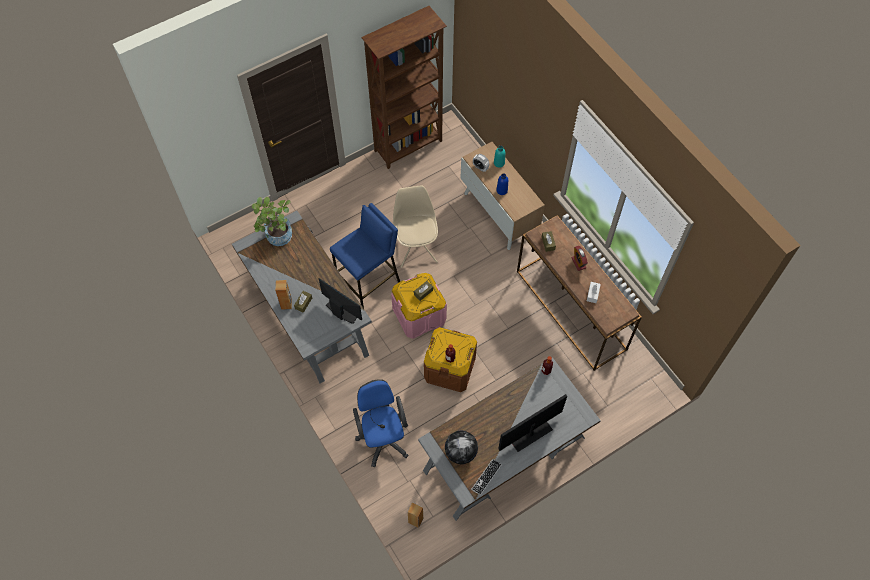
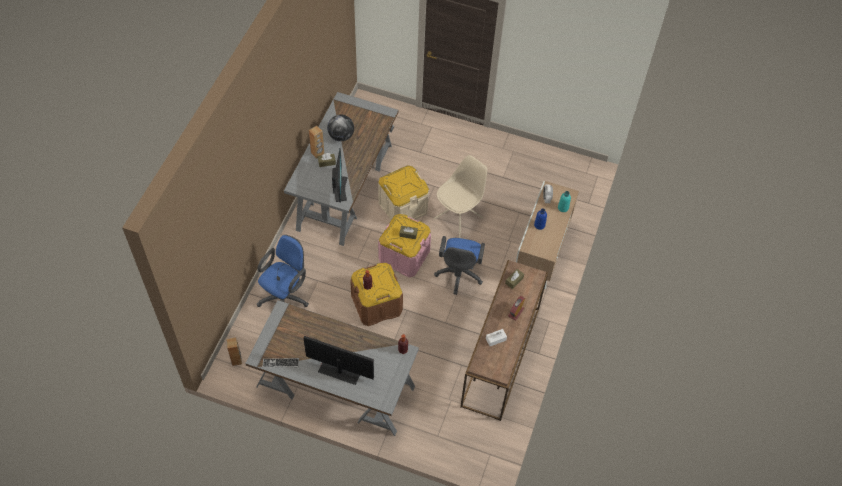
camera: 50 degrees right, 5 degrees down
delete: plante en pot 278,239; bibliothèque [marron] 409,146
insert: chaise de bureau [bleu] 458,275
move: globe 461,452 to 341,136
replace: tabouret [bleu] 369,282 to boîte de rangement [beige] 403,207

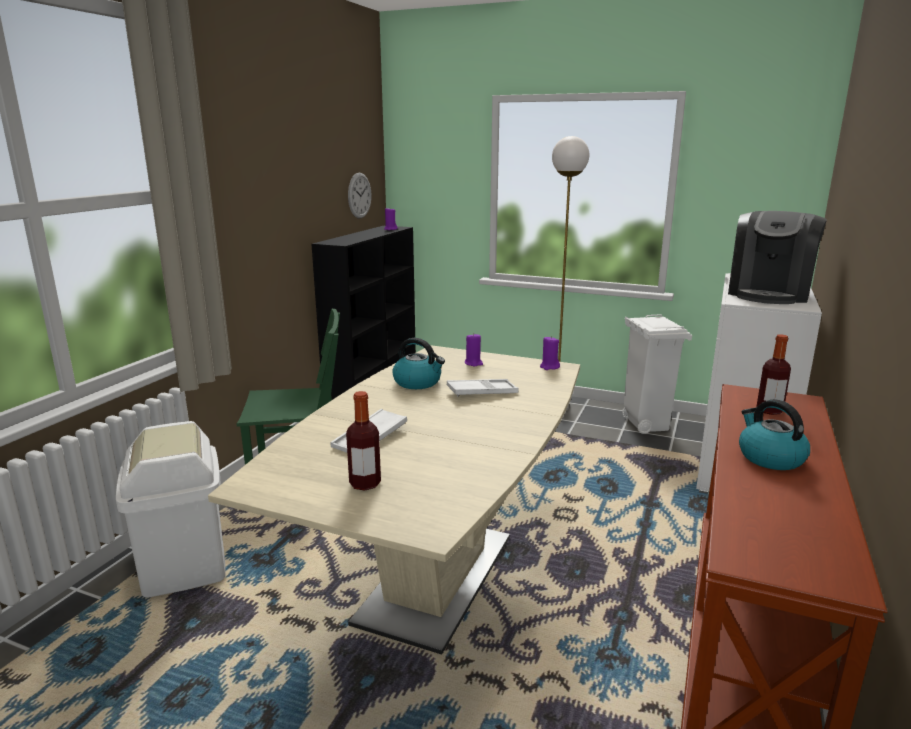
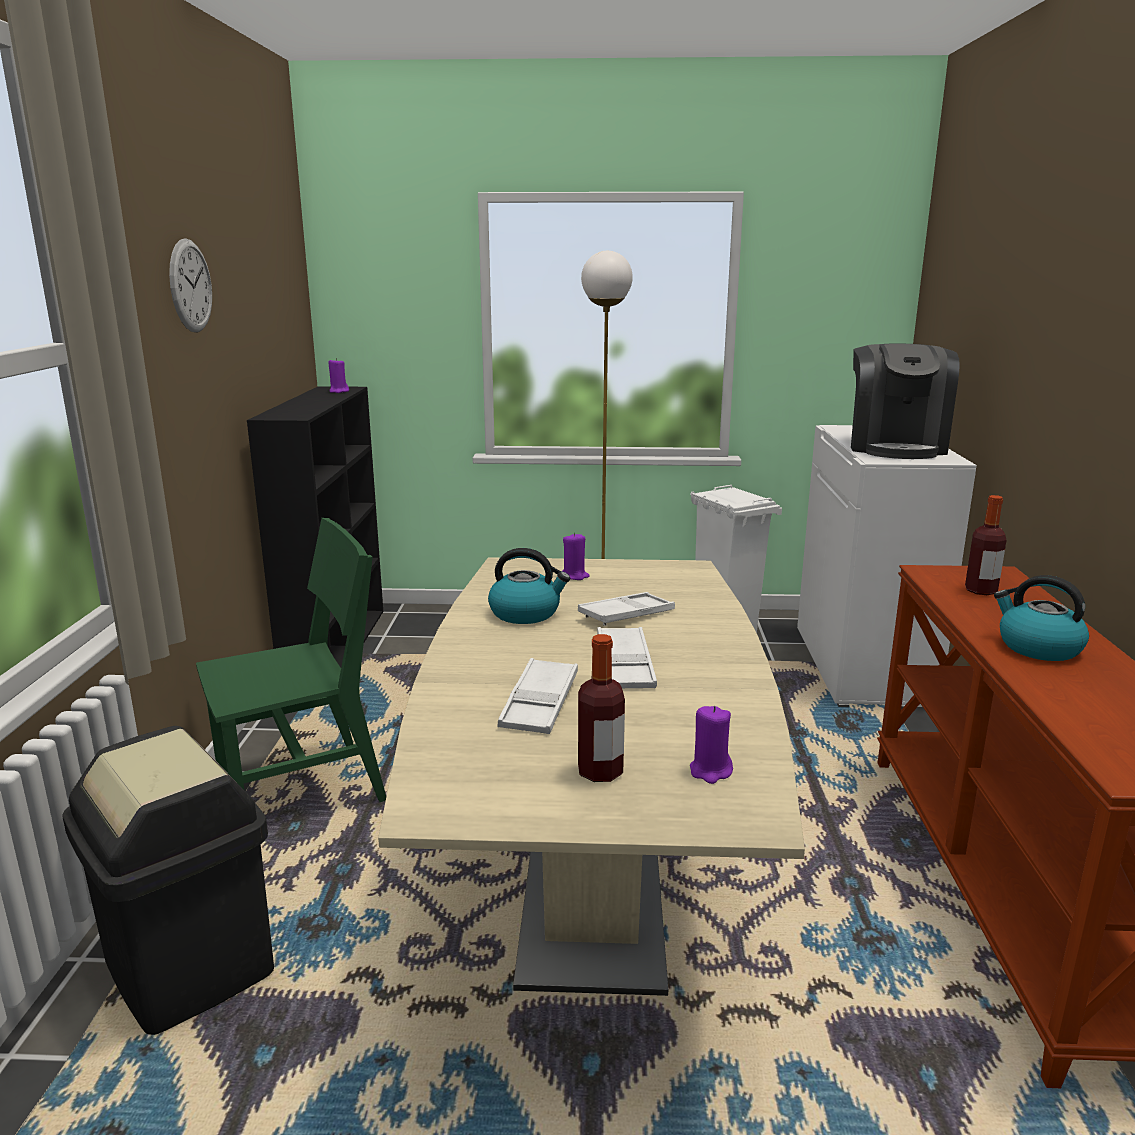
camera: 20 degrees left, 0 degrees up
insert: plateau [blanc] 625,665
move: horloge murale 359,195 to 190,286; bougie [violet] 549,367 to 710,771
recolor: poubelle [blanc] 185,566 to poubelle [noir] 191,966

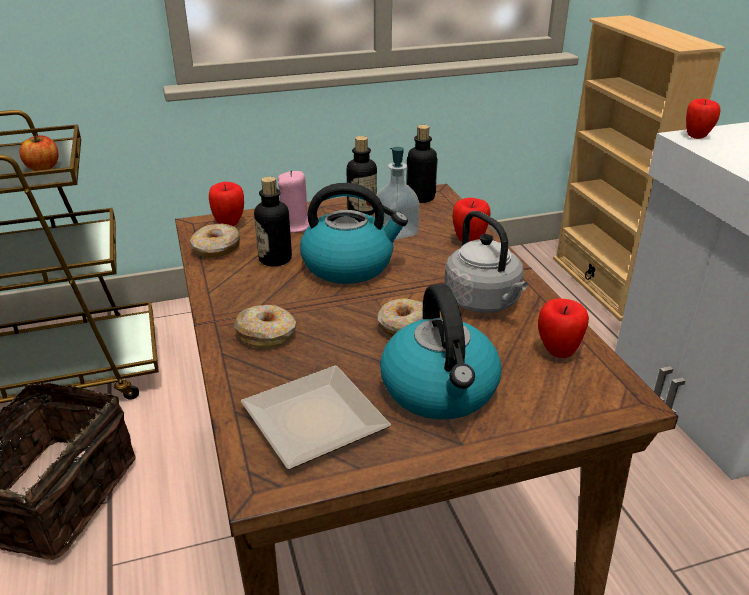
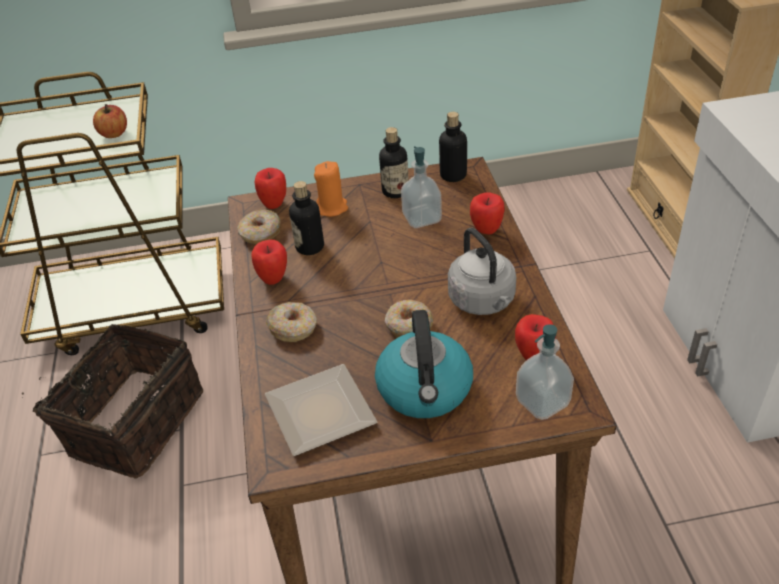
camera: 10 degrees right, 10 degrees up
delete: bouilloire 349,265
insert: distributeur de savon 542,402
move: pomme 697,136 to 274,279
recolor: bougie [rose] 295,226 to bougie [orange] 332,208

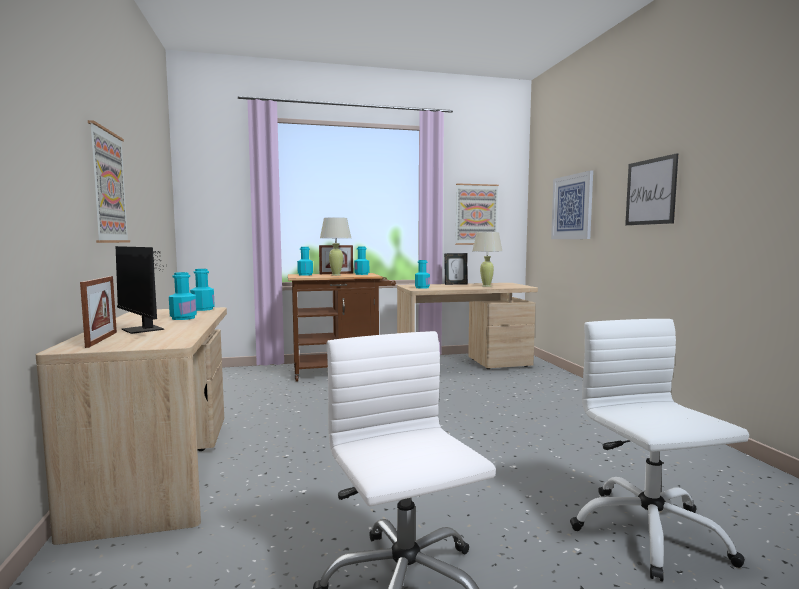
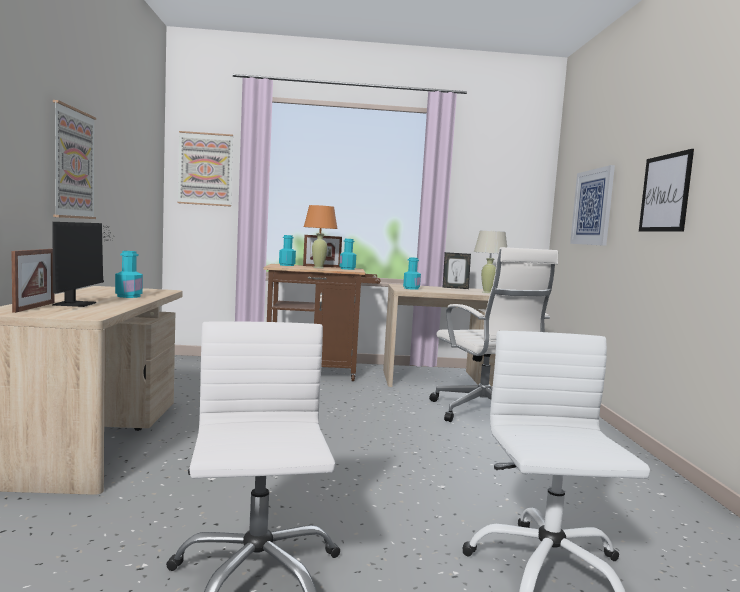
camera: 10 degrees right, 0 degrees up
delete: bouteille [turquoise] 203,309
insert: chaise de bureau [blanc] 484,413
move: tableau 476,214 to 205,169
recolor: lampe de table [beige] 336,275 to lampe de table [orange] 318,267
rotate: écran d'ordinateur 143,330 = 79,303 150 degrees counterclockwise

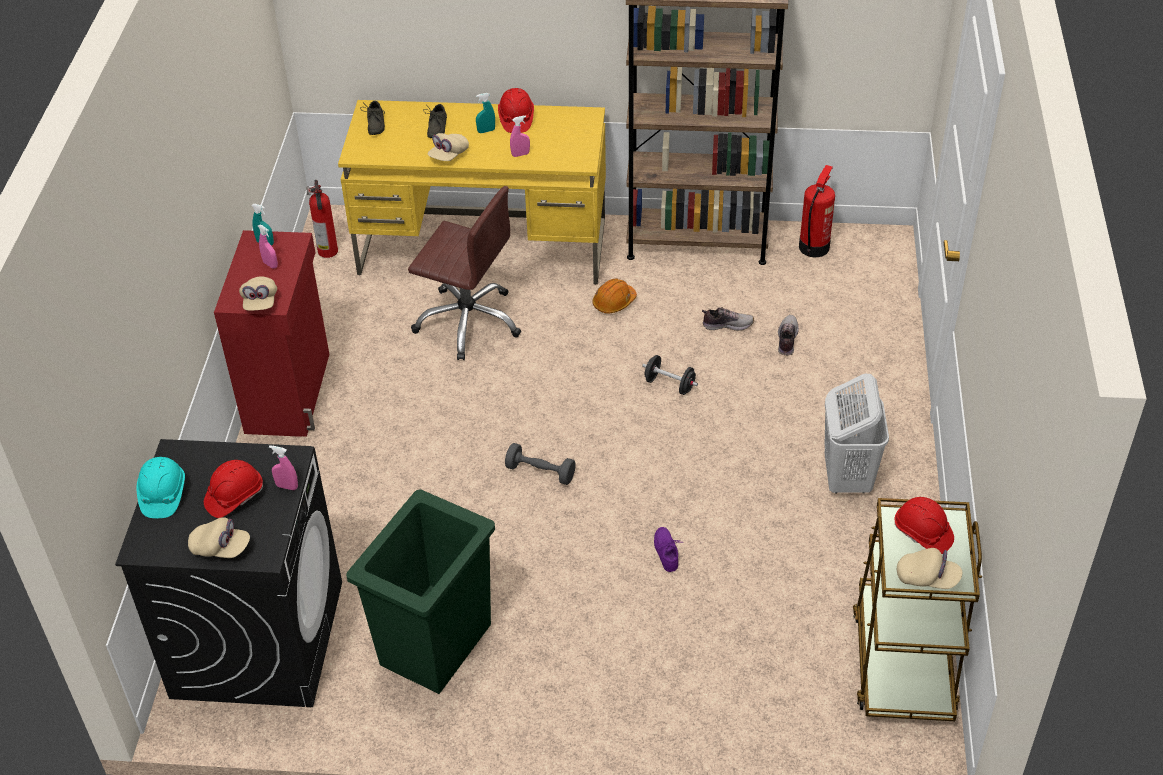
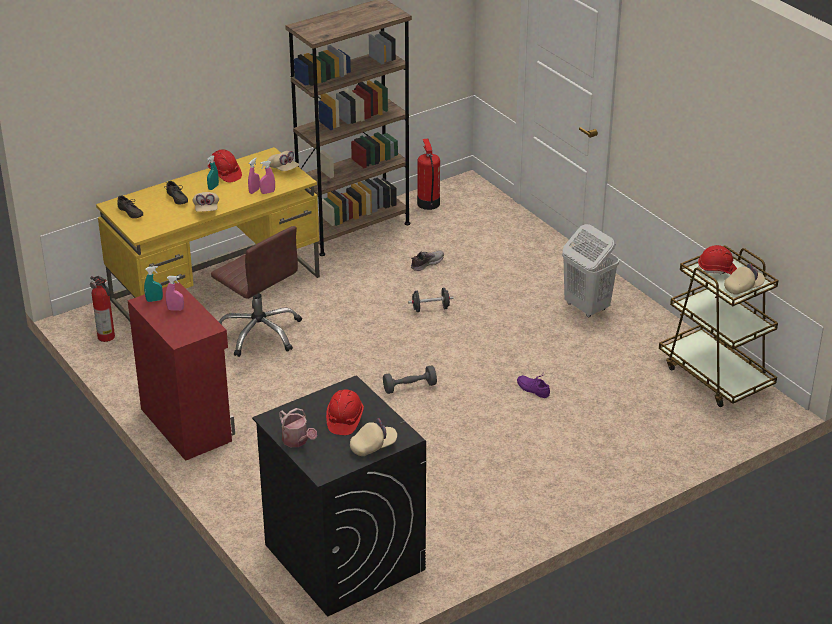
camera: 40 degrees left, 10 degrees down
delete: poubelle [vert] 434,645; casque de chantier [orange] 614,302; chaussure 786,340
move: casquette [beige] 260,302 to 283,169; vaporisateur [rose] 287,486 to 267,192
replace: casque de chantier [turquoise] 163,495 to arrosoir 297,441
rotate: chaise de bureau [marron] 468,321 = 260,332 60 degrees clockwise

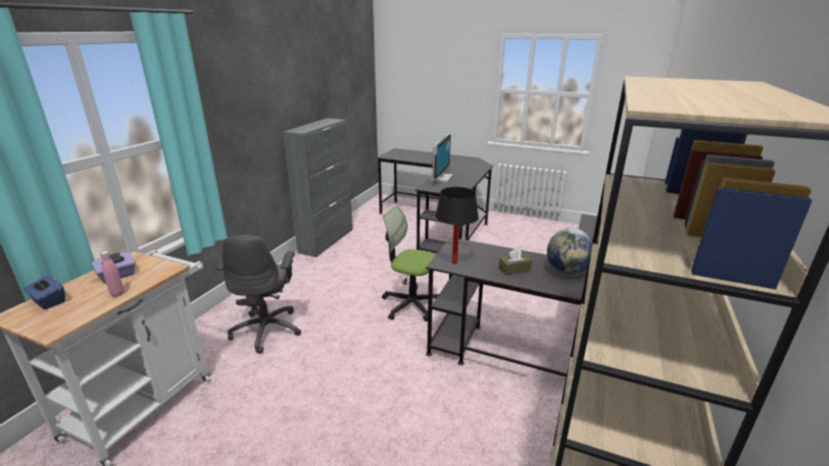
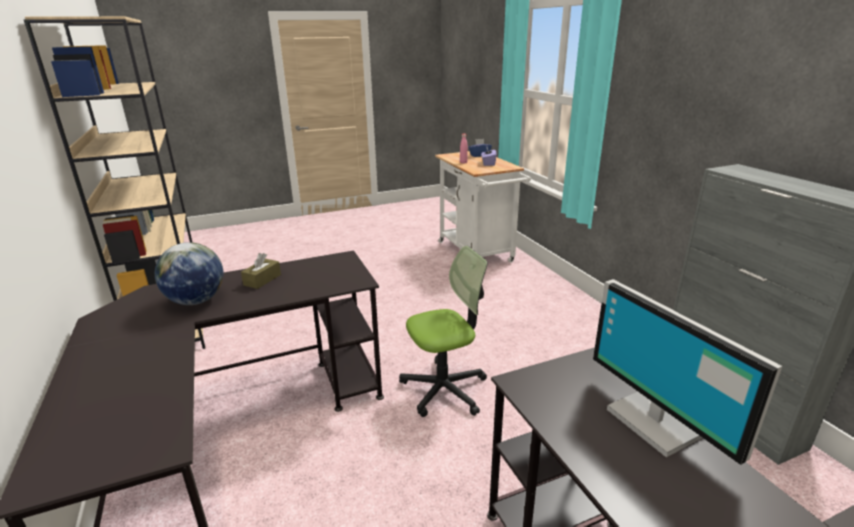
camera: 135 degrees right, 0 degrees up
delete: chaise de bureau [gris] 267,330; lampe de table [noir] 454,263

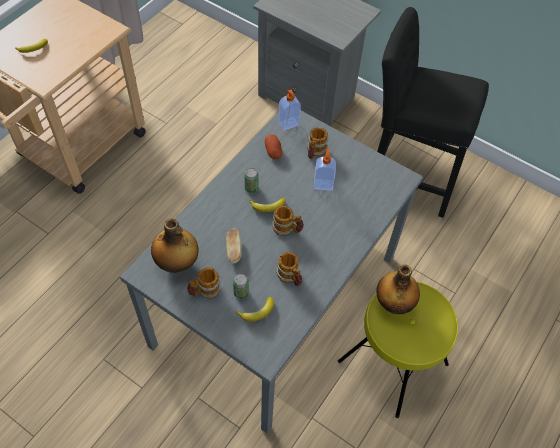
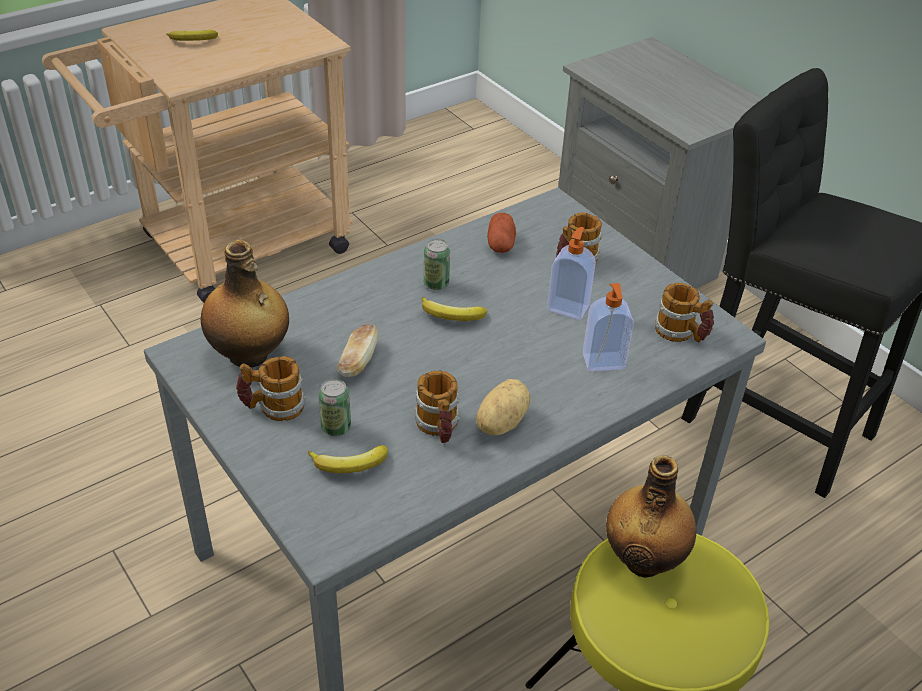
camera: 20 degrees right, 15 degrees down
insert: pomme de terre 500,422
move: mug 287,229 to 681,333; distributeur de savon 289,124 to 603,363

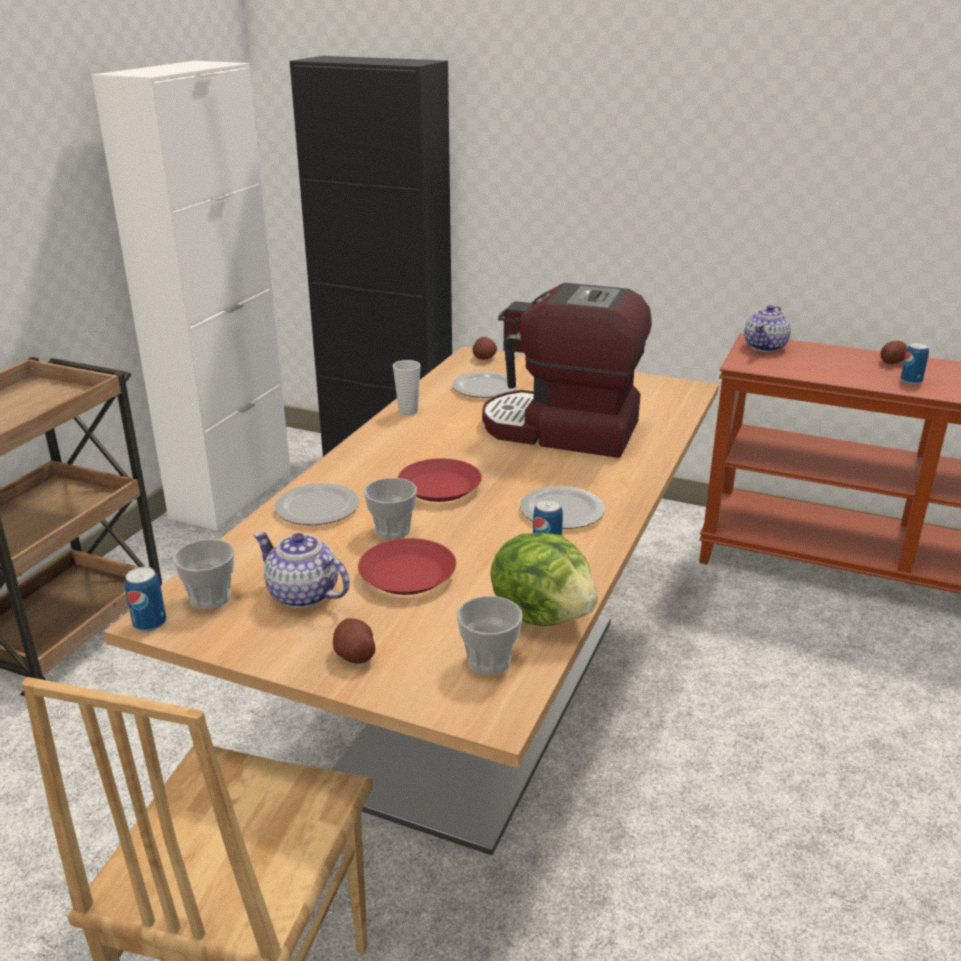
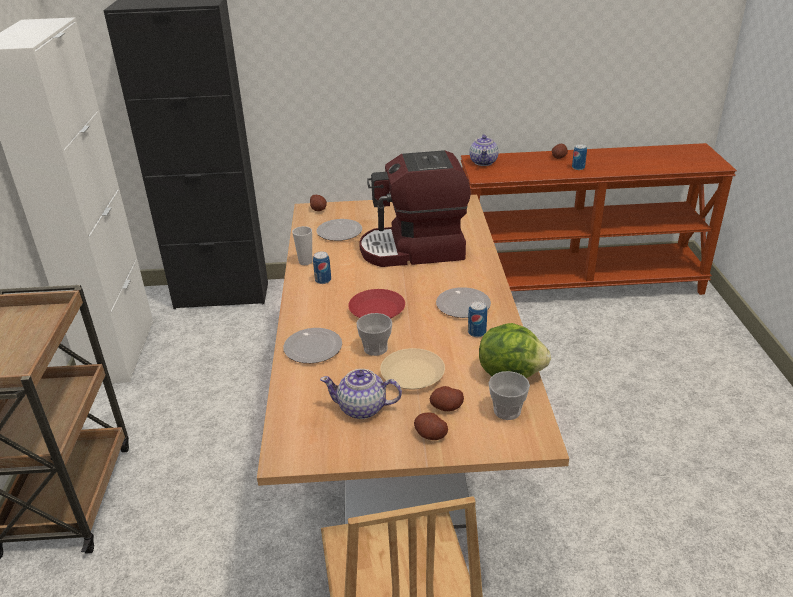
camera: 25 degrees left, 5 degrees up
delete: tasse 210,598
insert: pomme de terre 446,407
move: boîte métallique 149,623 to 323,280
recolor: assiette [rouge] 406,575 to assiette [beige] 412,375

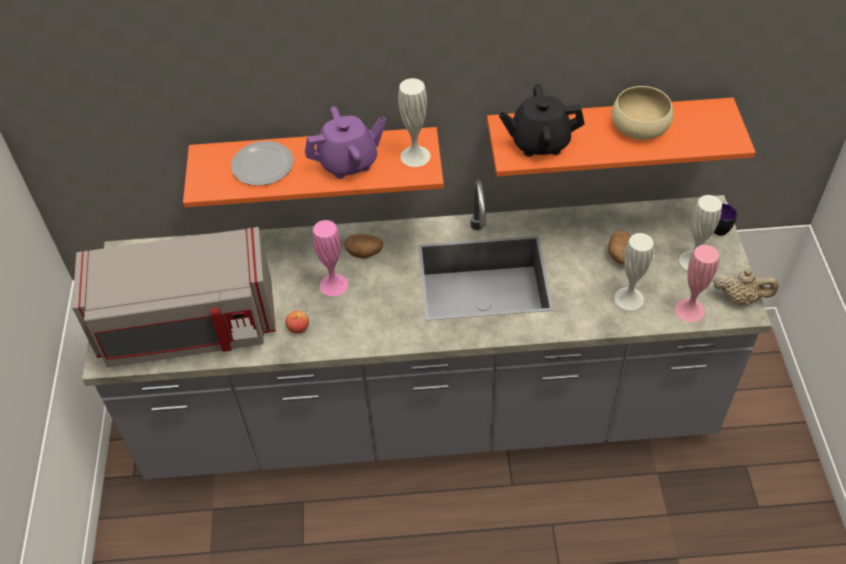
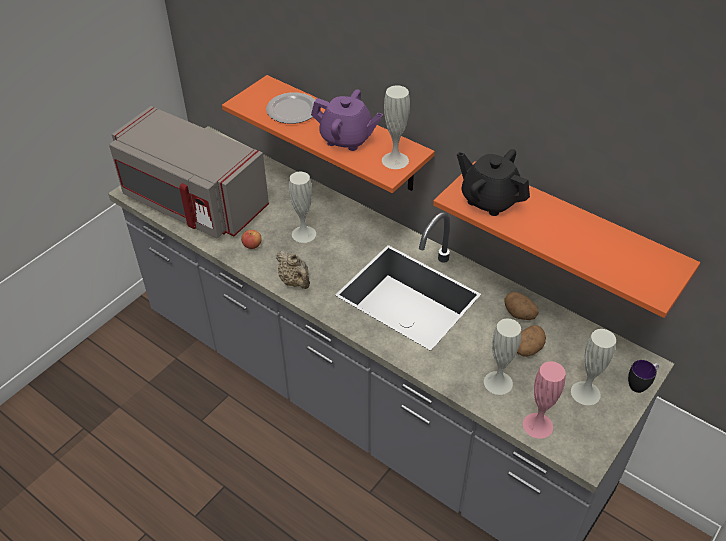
camera: 40 degrees right, 5 degrees down
delete: bol [beige] 639,126
move: pomme de terre 365,253 to 520,314; théière [beige] 740,298 to 295,281
recolor: vase [rose] 333,285 to vase [blanc] 304,234

